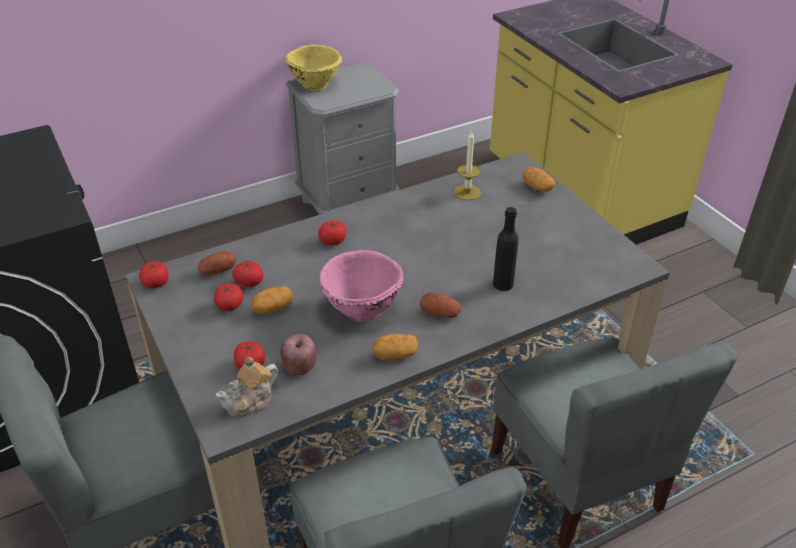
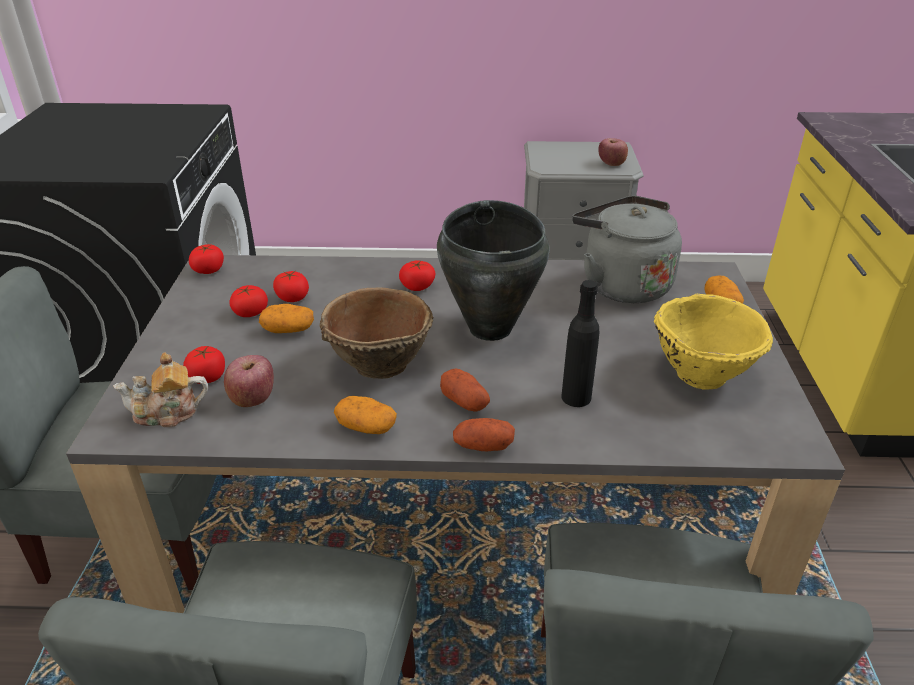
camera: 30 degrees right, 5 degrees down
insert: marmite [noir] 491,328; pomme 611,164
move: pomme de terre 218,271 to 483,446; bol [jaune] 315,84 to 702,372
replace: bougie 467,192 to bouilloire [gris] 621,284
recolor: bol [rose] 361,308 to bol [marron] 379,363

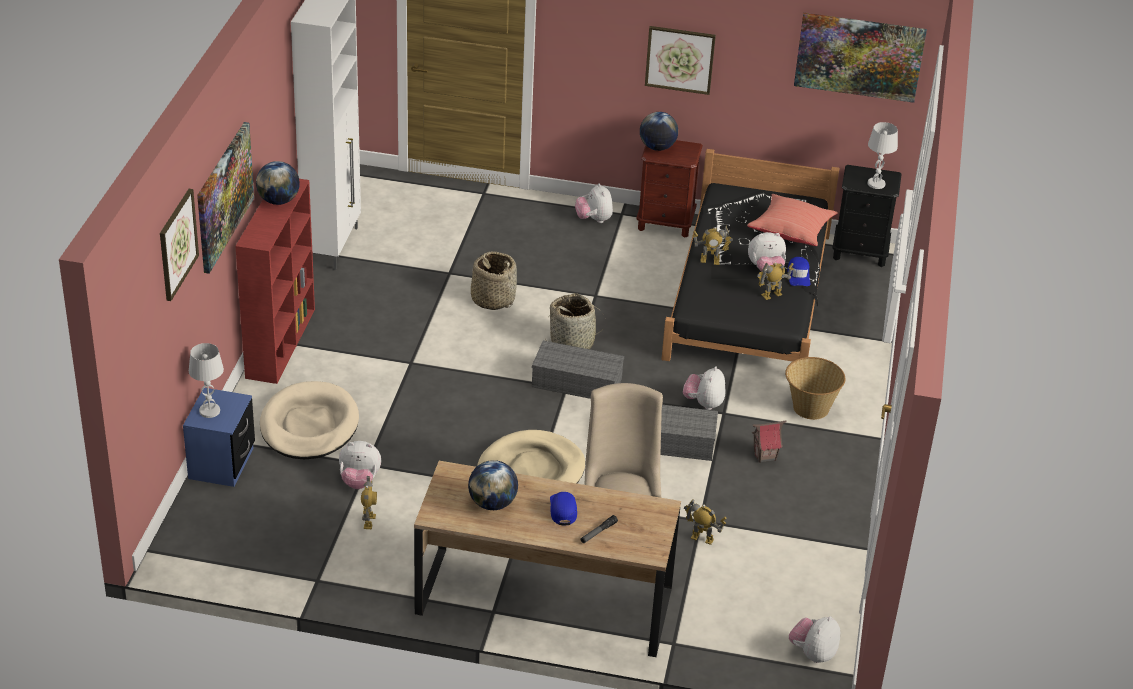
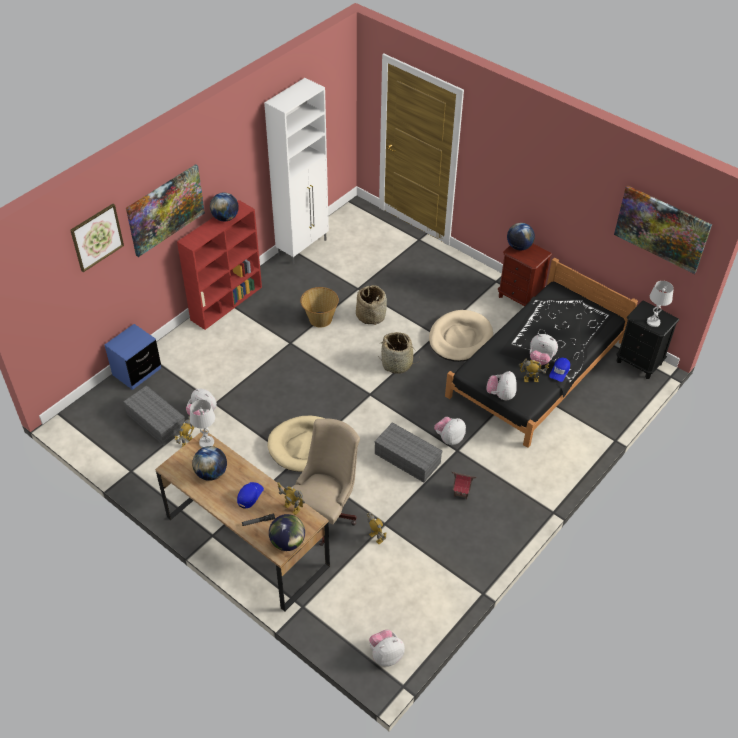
camera: 30 degrees right, 10 degrees up
delete: tableau 680,59; coussin [rouge] 791,231
insert: globe 288,542
move: lampe de table [blanc] 209,411 to 207,442; panier pour chien [beige] 309,425 to 460,338; boîte de rangement [gris] 575,383 to 155,421; peluche 594,219 to 500,395; robot jouet 710,261 to 292,508; panier 810,408 to 320,319

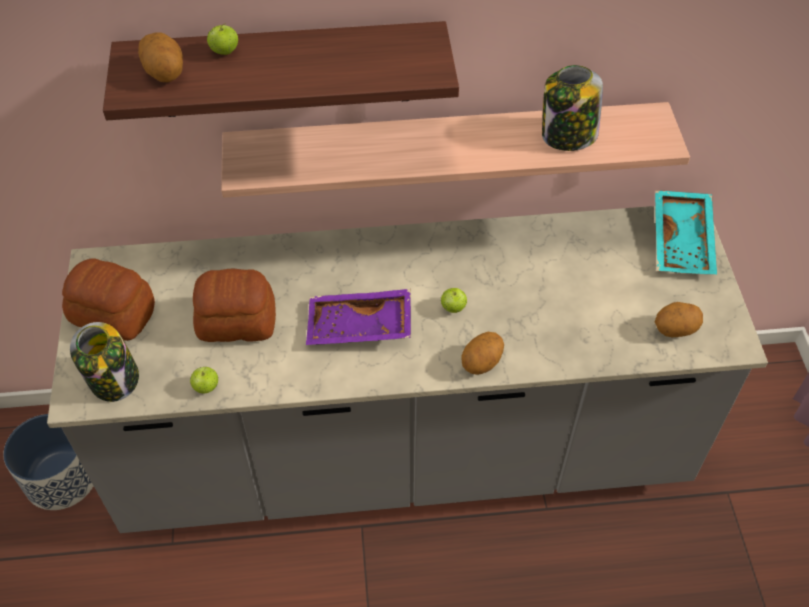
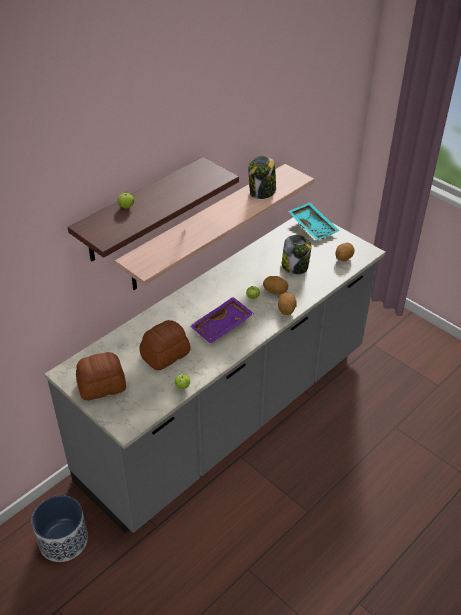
camera: 40 degrees left, 10 degrees down
move: bocal 114,380 to 295,266; pomme de terre 165,73 to 275,291

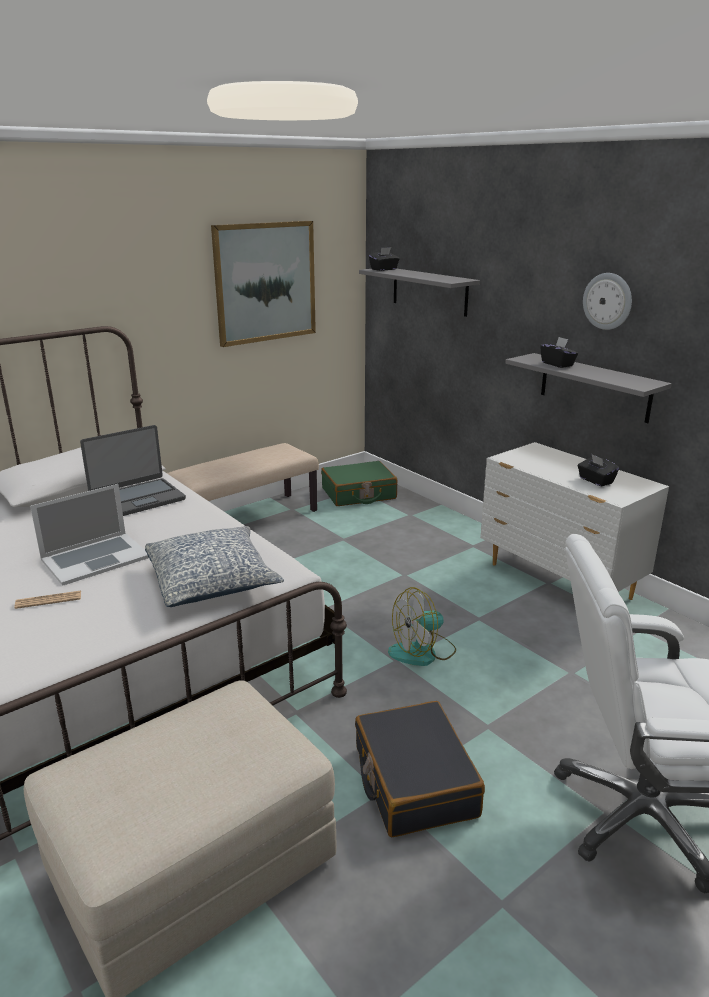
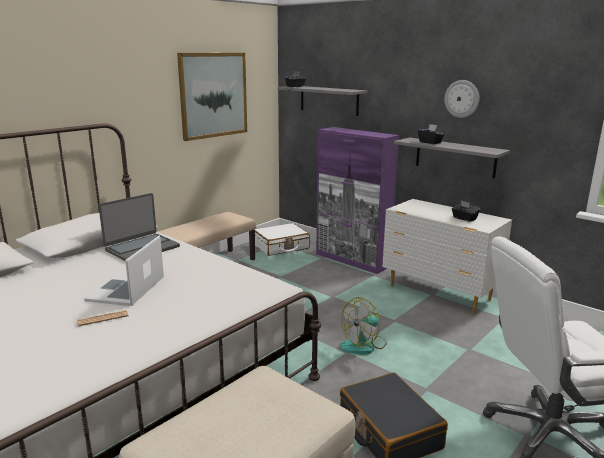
camera: 10 degrees left, 5 degrees down
delete: coussin 212,581
insert: meuble de rangement [violet] 352,260
recolor: valise [vert] 358,494 to valise [blanc] 281,247
rotate: ordinateur portable 95,558 = 127,288 150 degrees clockwise

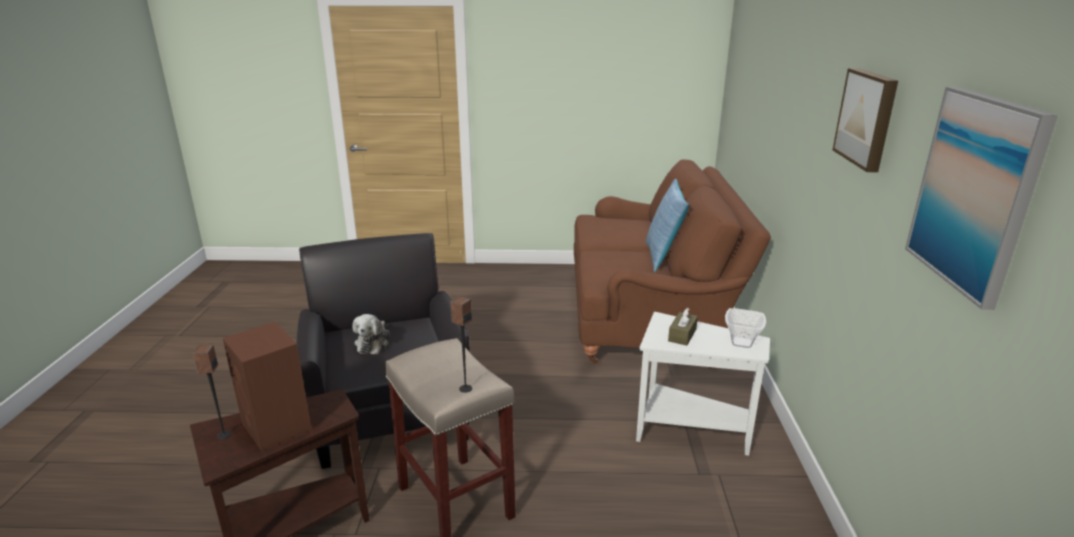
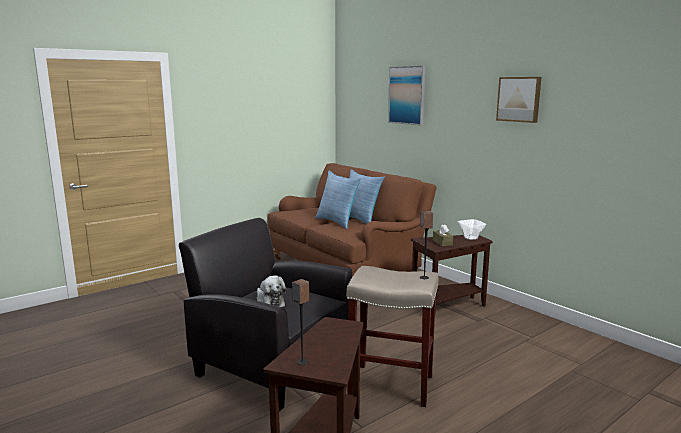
camera: 40 degrees left, 10 degrees down
delete: enceinte [marron] 277,427
insert: coussin 337,222
move: tableau 975,193 to 407,95
recolor: table d'appoint [blanc] 688,431 to table d'appoint [marron] 446,307

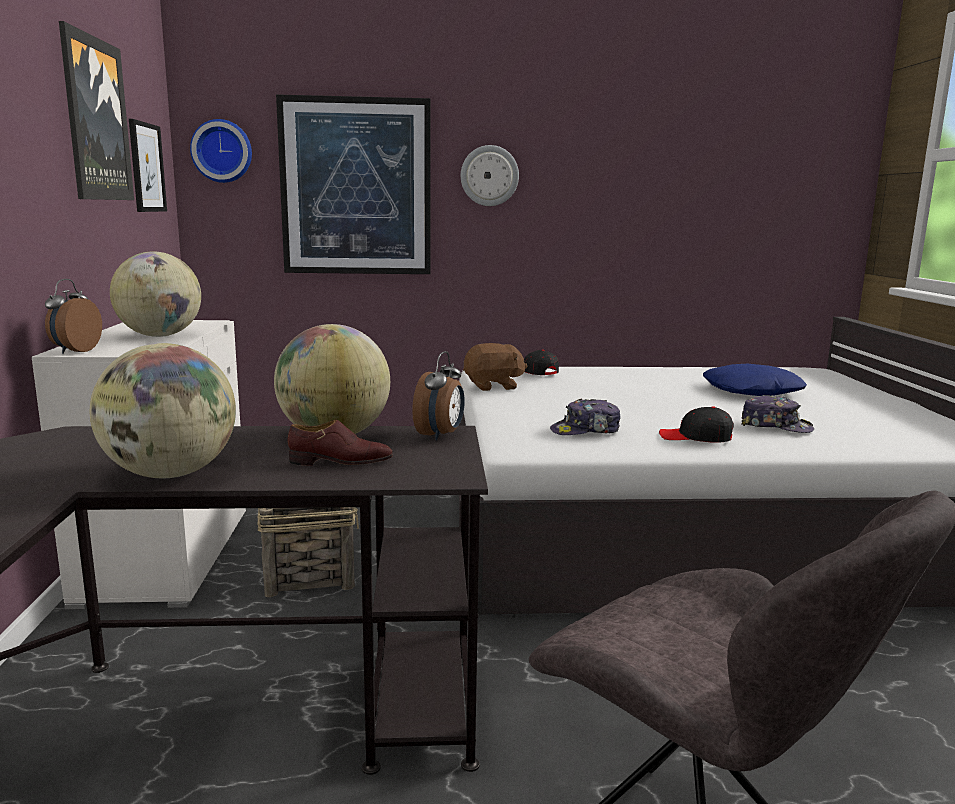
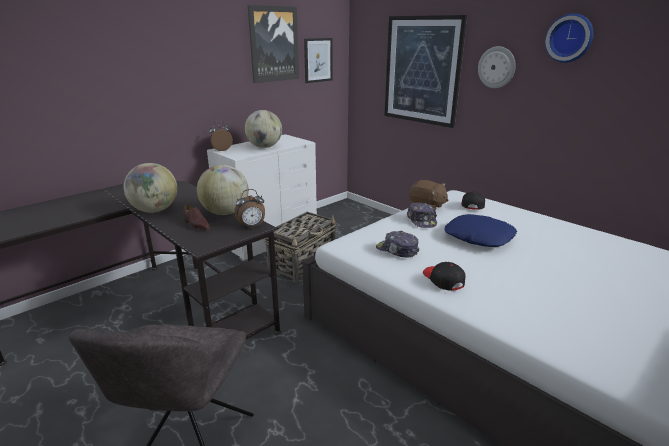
camera: 50 degrees right, 10 degrees up
move: horloge murale 222,151 to 570,38; coussin [bleu] 752,391 to 478,237; casquette 776,426 to 421,220

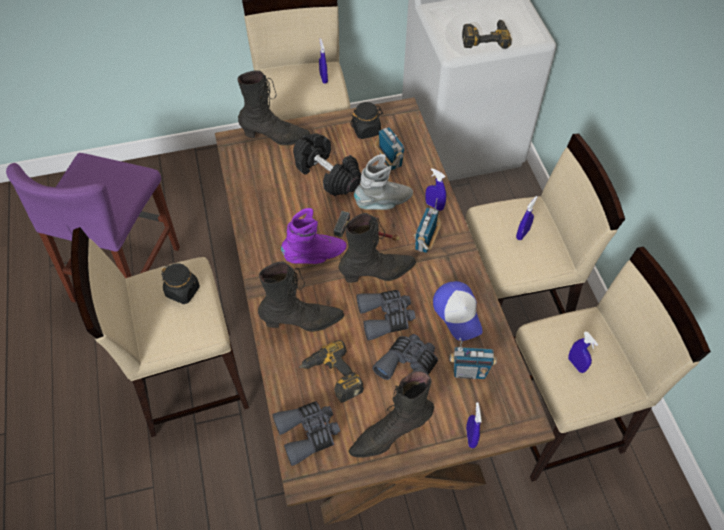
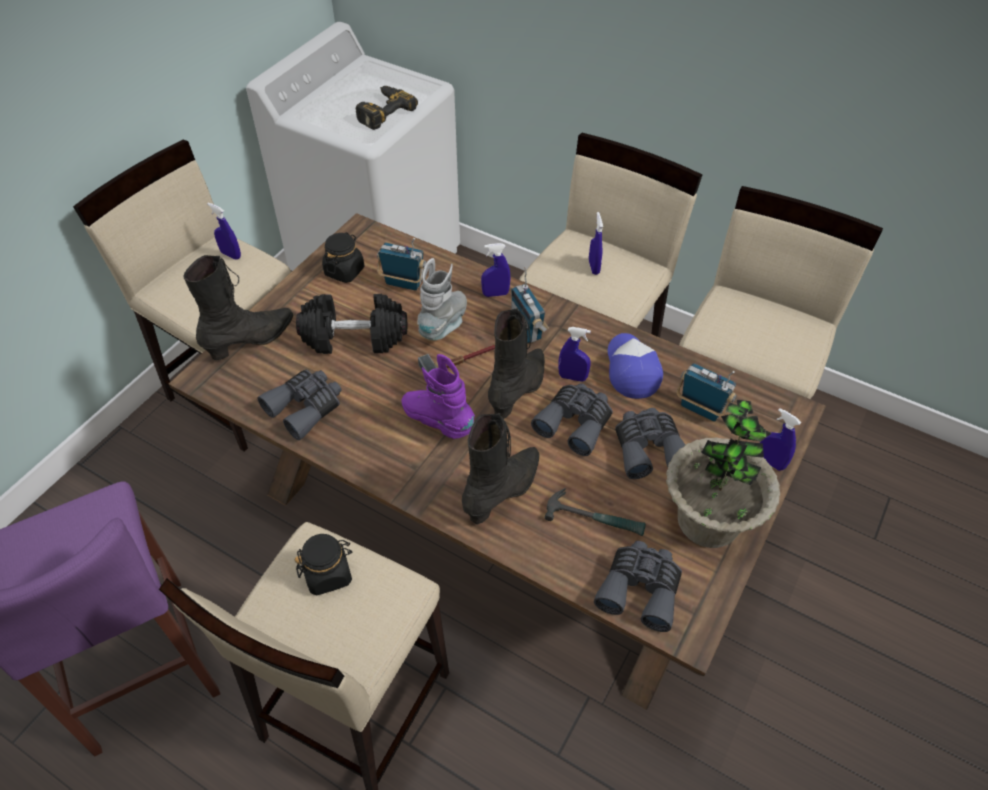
camera: 45 degrees left, 5 degrees down
insert: jumelles [gris] 306,407
move: vaporisateur [bleu] 576,364 to 572,377
replace: perceuse 331,377 to marteau 595,518; botte [noir] 390,434 to plante en pot 708,521
rotate: botte [violet] 315,256 = 438,421 75 degrees counterclockwise; casquette 458,313 = 631,369 120 degrees counterclockwise; radio 469,371 = 700,409 105 degrees counterclockwise

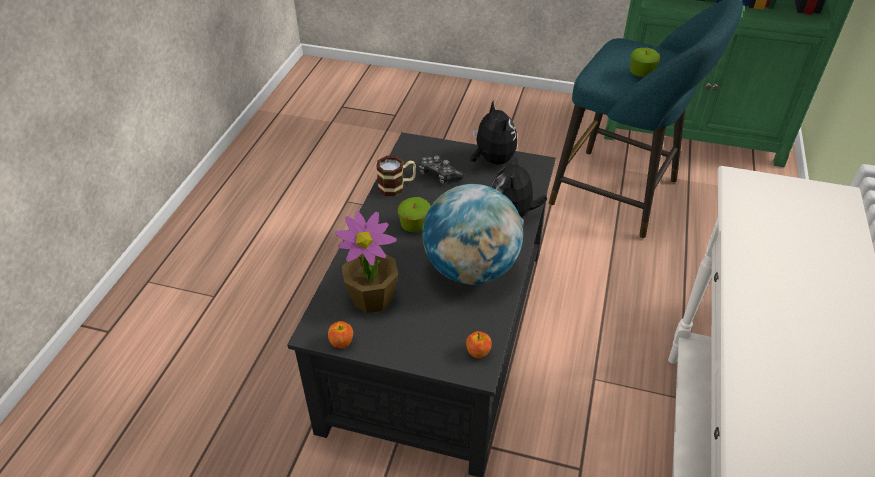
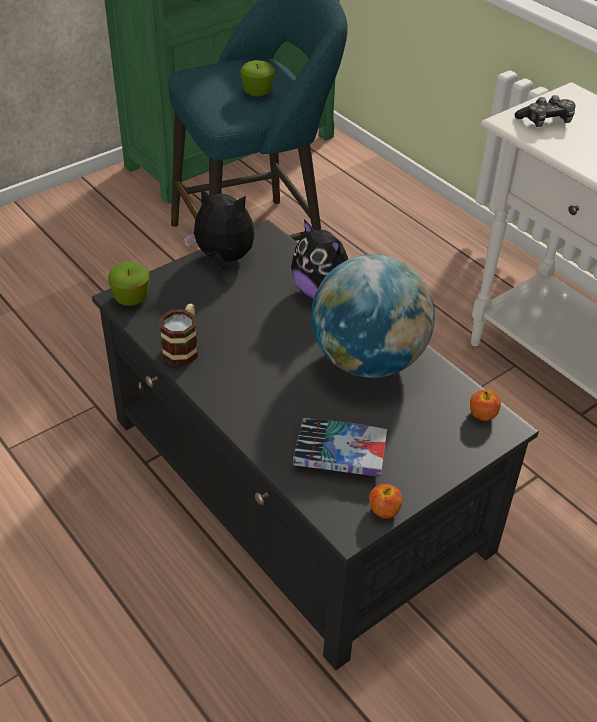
camera: 55 degrees left, 0 degrees up
move: pomme 414,226 to 131,298; manette 439,175 to 546,121
replace: plante en pot 372,297 to livre 340,454

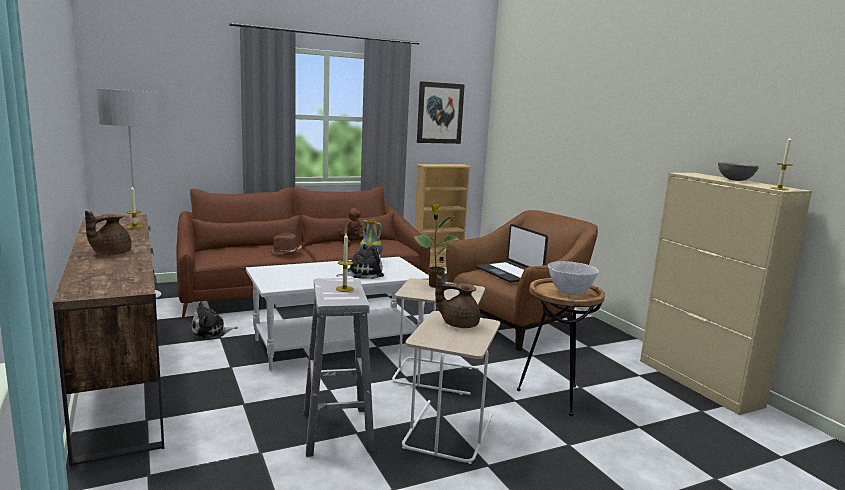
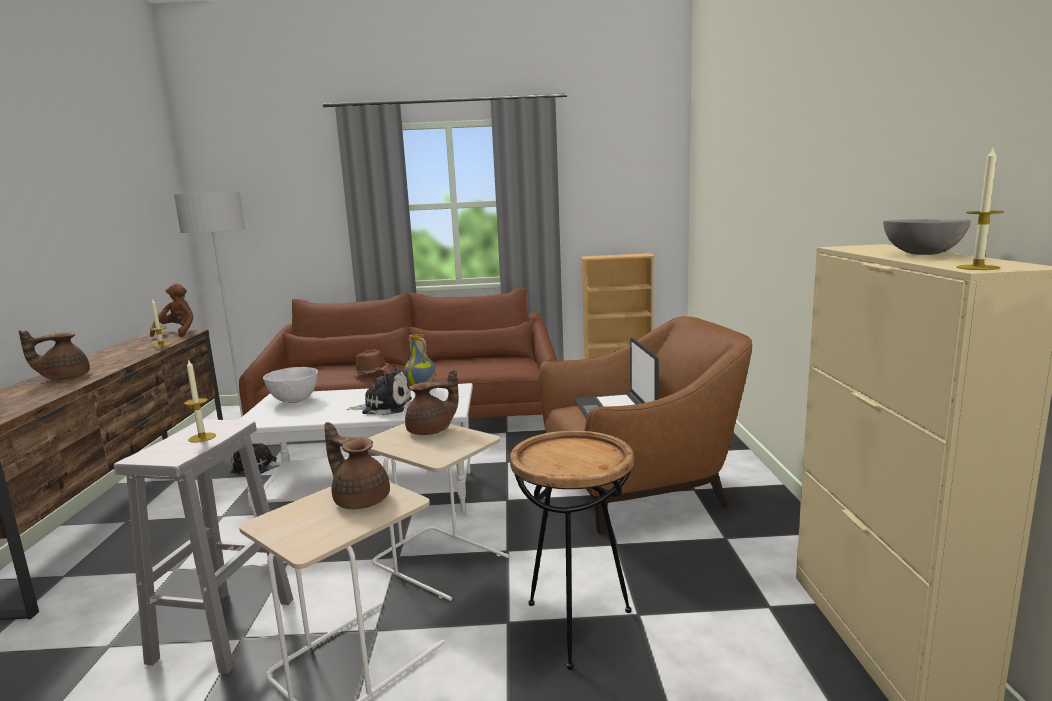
camera: 25 degrees right, 0 degrees up
delete: tableau 440,113
move: peluche [marron] 354,243 to 178,333; bol [blanc] 570,293 to 295,401
replace: plante en pot 434,285 to théière [marron] 431,431

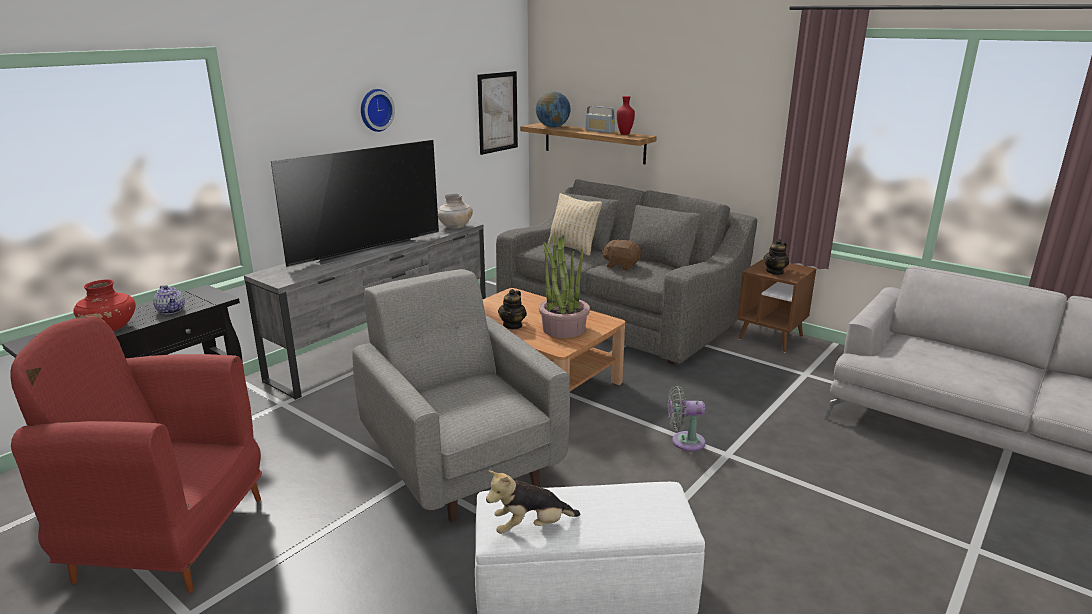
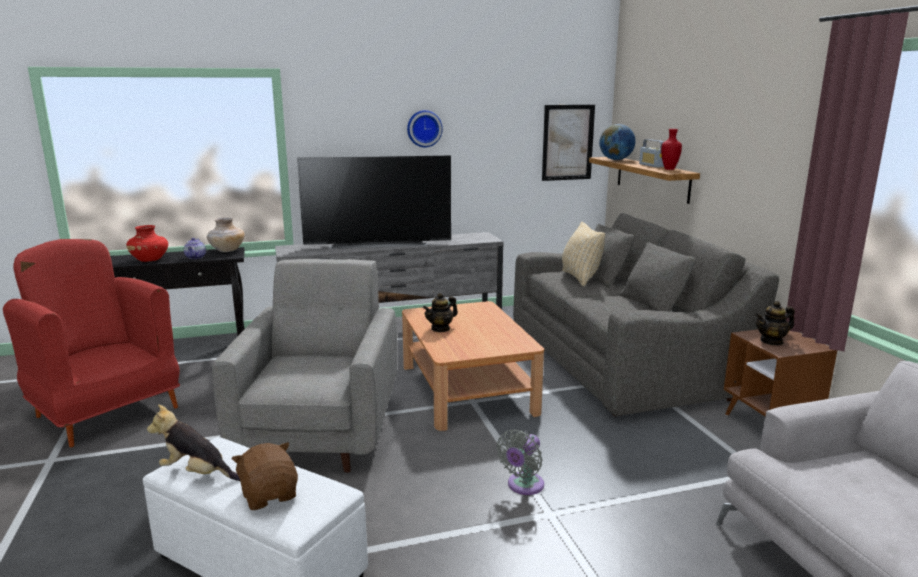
camera: 35 degrees right, 5 degrees down
delete: plante en pot 563,329
move: vase [beige] 455,227 to 227,250; peluche [marron] 621,266 to 269,495
rotate: ventilateur [gris] 684,442 = 523,486 90 degrees counterclockwise

